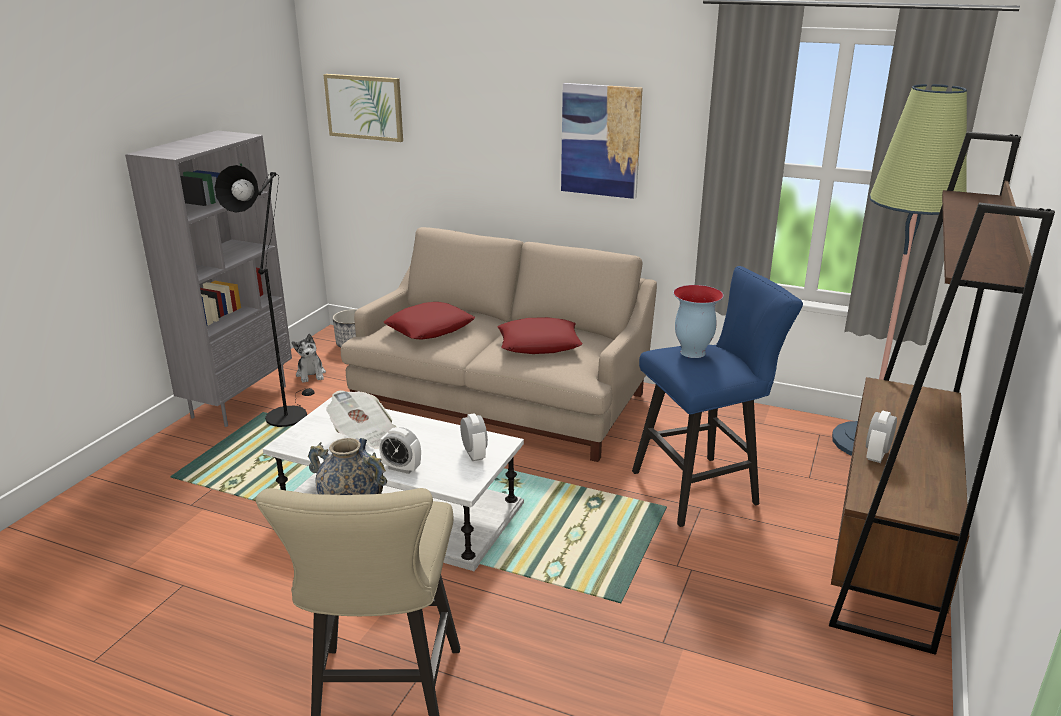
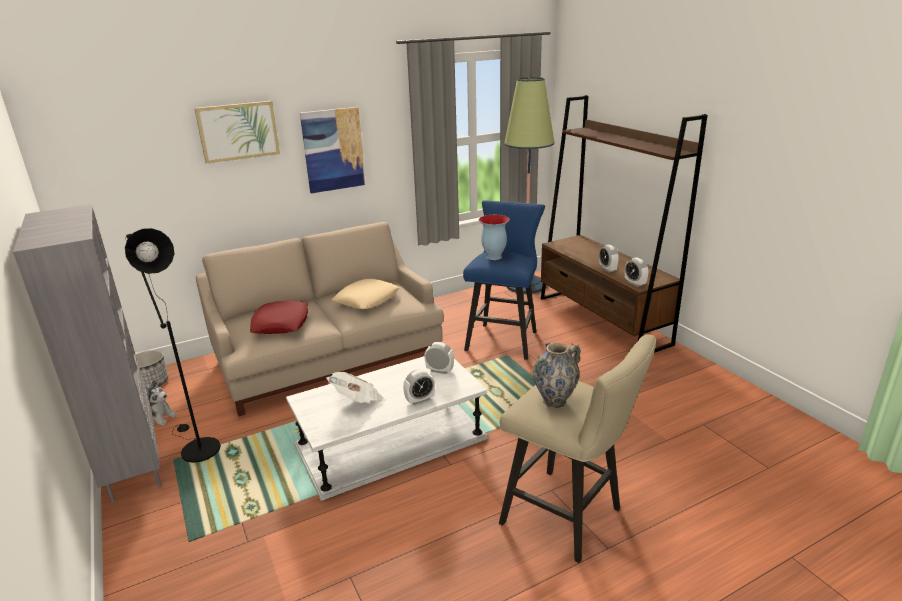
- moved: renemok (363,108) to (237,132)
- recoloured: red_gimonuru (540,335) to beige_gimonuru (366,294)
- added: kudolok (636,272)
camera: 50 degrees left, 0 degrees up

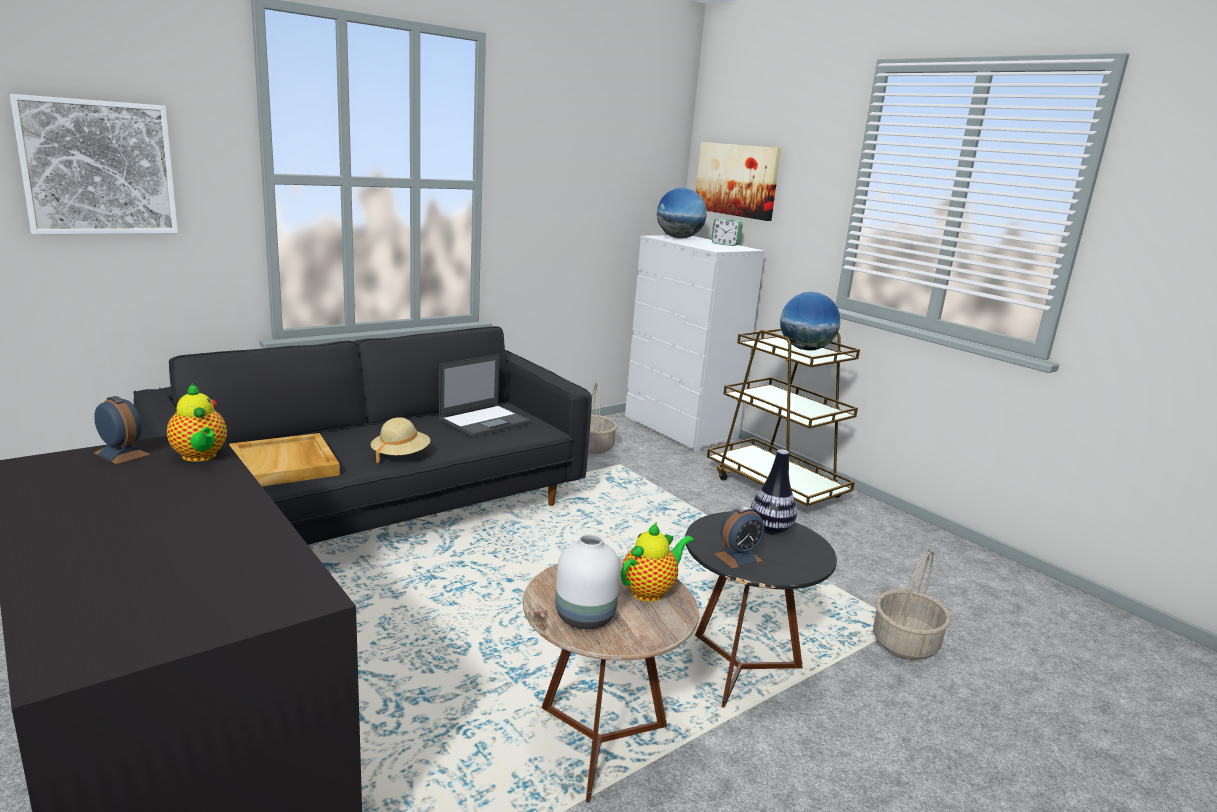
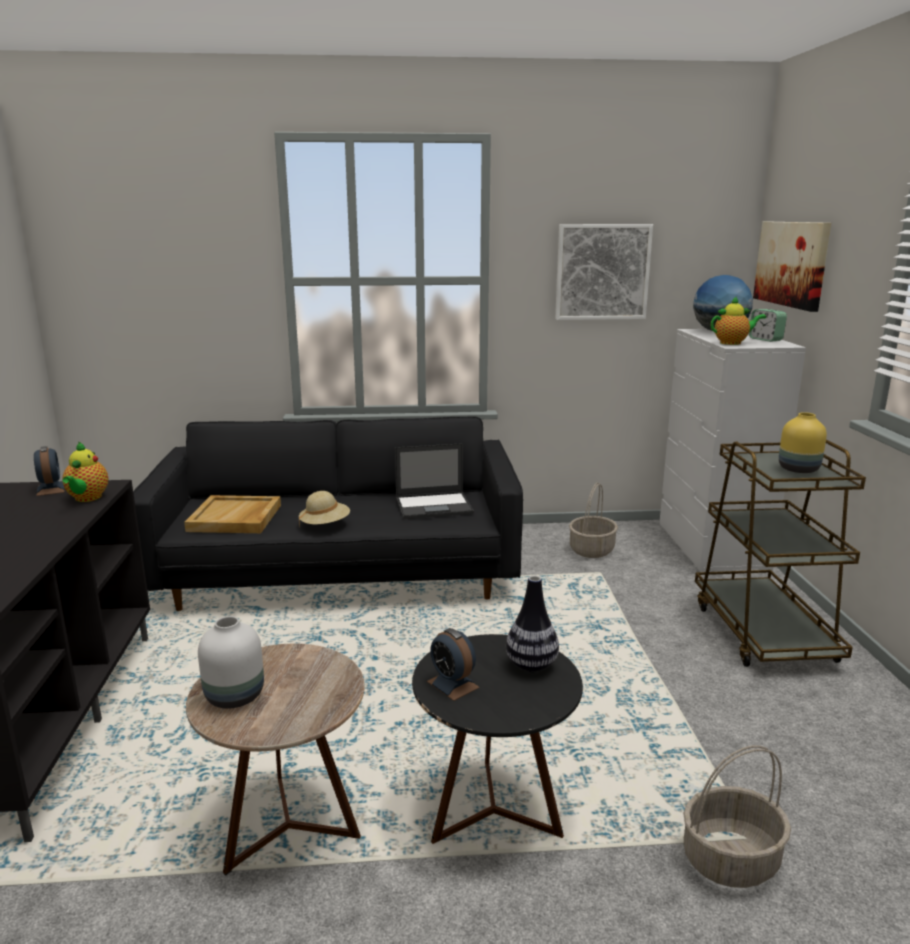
- turned: kudolok (739,538) = (453,664) 45 degrees clockwise
- moved: renemok (94,164) to (604,272)
- moved: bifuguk (657,562) to (738,320)
- replaced: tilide (810,321) to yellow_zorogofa (803,442)
camera: 35 degrees right, 0 degrees up

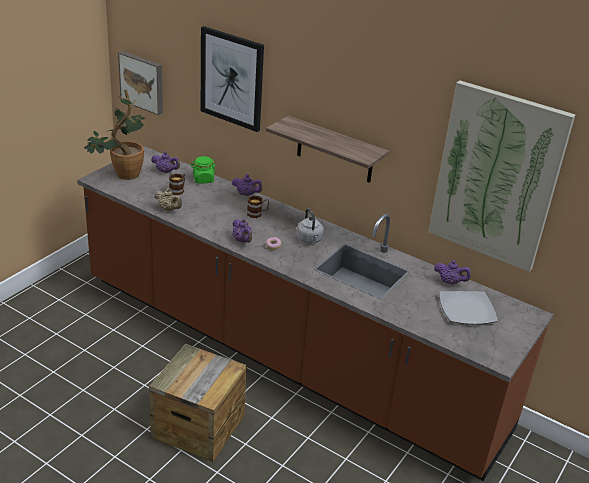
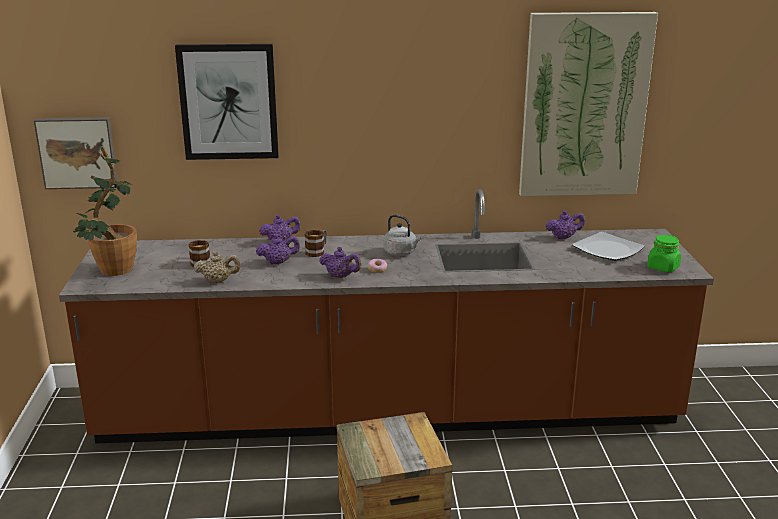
- moved: purple_bifuguk (165,162) to (278,249)
- moved: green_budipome (203,169) to (664,253)
- removed: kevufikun (327,149)
camera: 35 degrees left, 10 degrees down

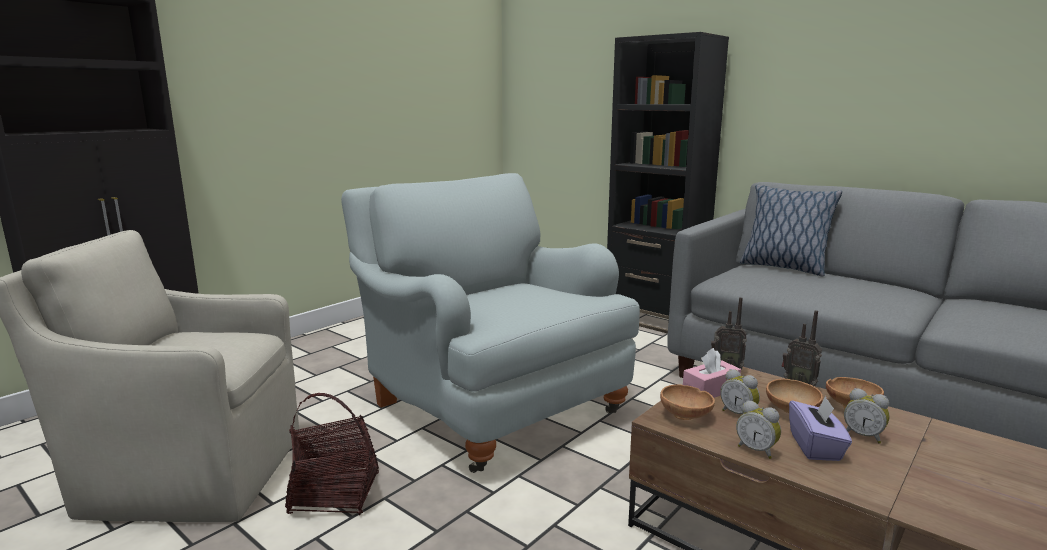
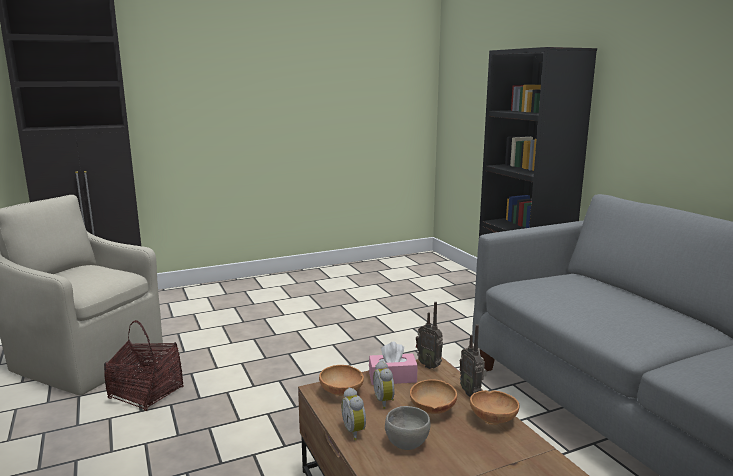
- replaced: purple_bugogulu (820,428) to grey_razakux (407,428)
- removed: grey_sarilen (490,323)
- removed: gimonuru (791,231)
- removed: kudolok (866,415)
camera: 25 degrees right, 0 degrees up

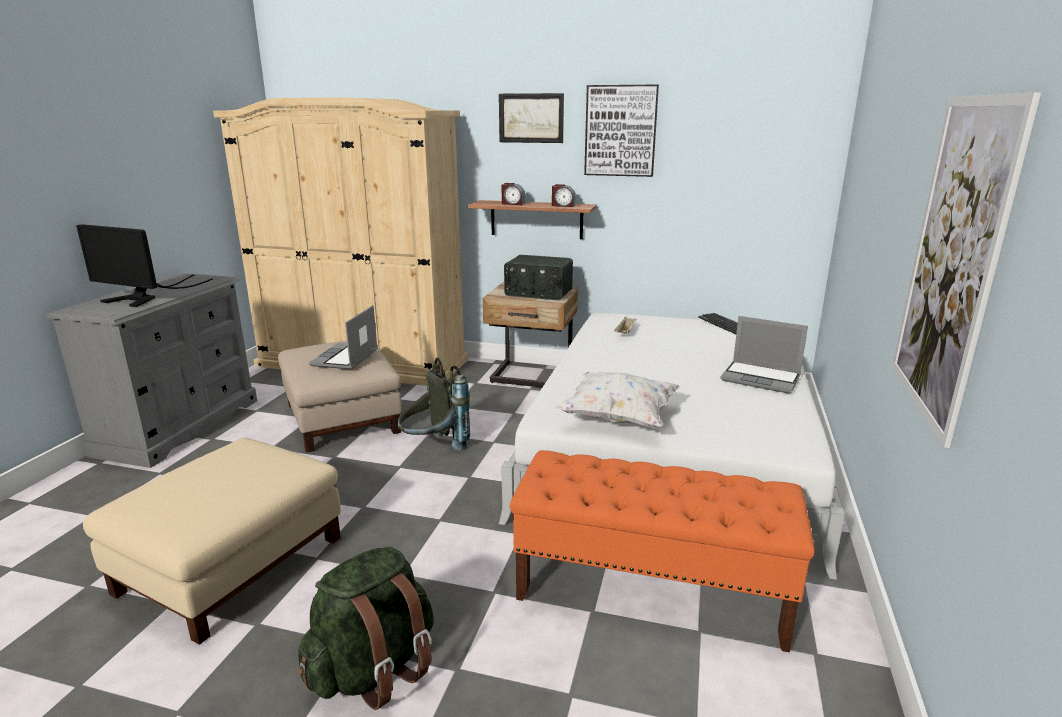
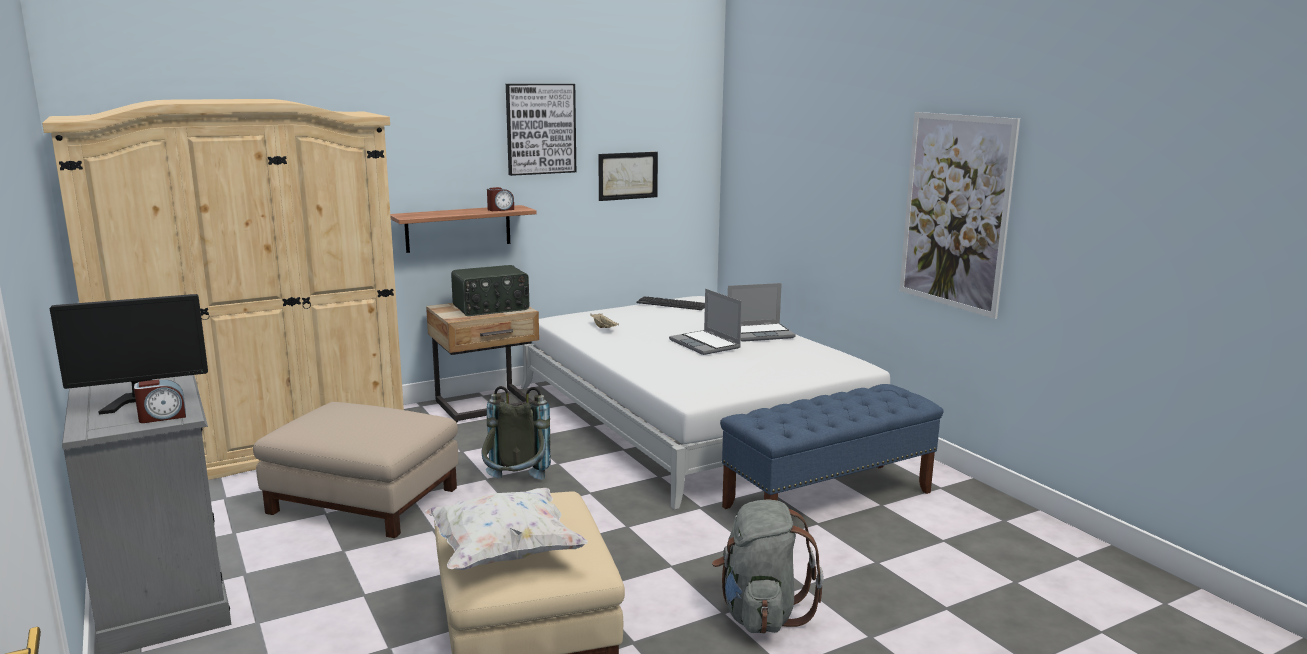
- moved: kudolok (513,194) to (160,401)
- moved: white_gimonuru (618,400) to (506,529)
- moved: renemok (531,118) to (628,176)
- moved: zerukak (343,337) to (705,322)
- recoloured: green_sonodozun (366,628) to grey_sonodozun (768,566)
- recoloured: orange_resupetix (662,551) to blue_resupetix (832,446)
camera: 45 degrees left, 5 degrees down

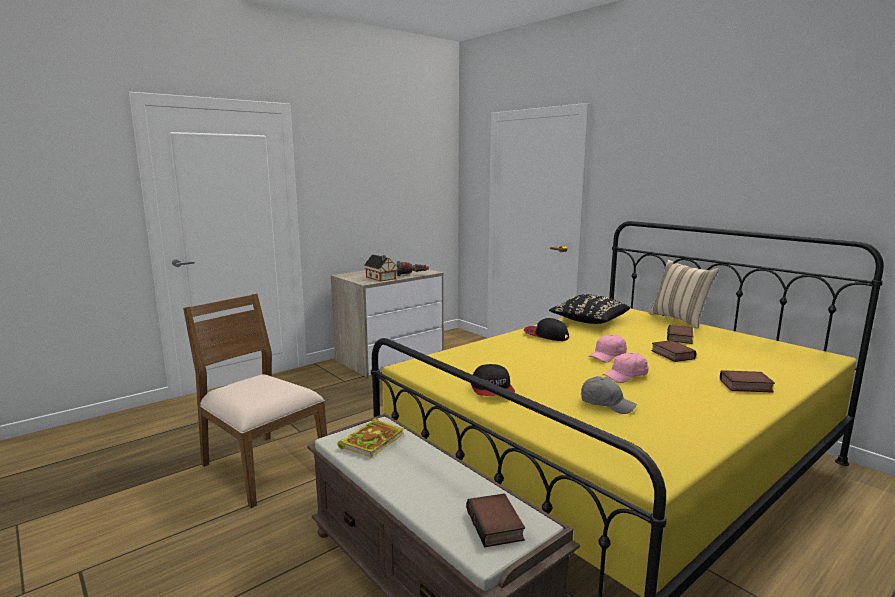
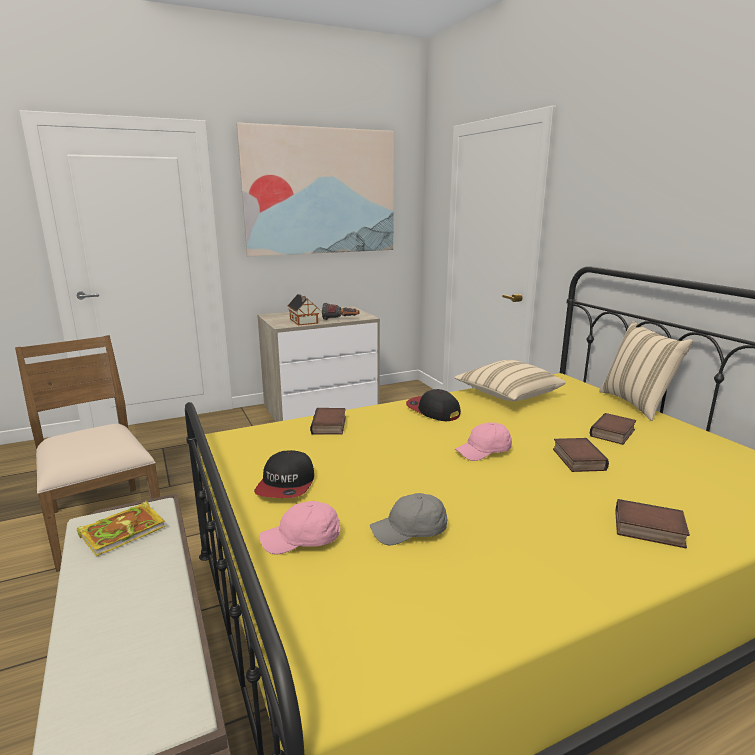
- added: renemok (315,189)
- moved: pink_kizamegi (625,367) to (300,528)
- moved: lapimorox (495,520) to (328,421)
- turned: grey_kizamegi (609,395) = (408,519) 120 degrees clockwise
- recoloured: black_gimonuru (589,309) to beige_gimonuru (510,380)
camera: 15 degrees right, 5 degrees up

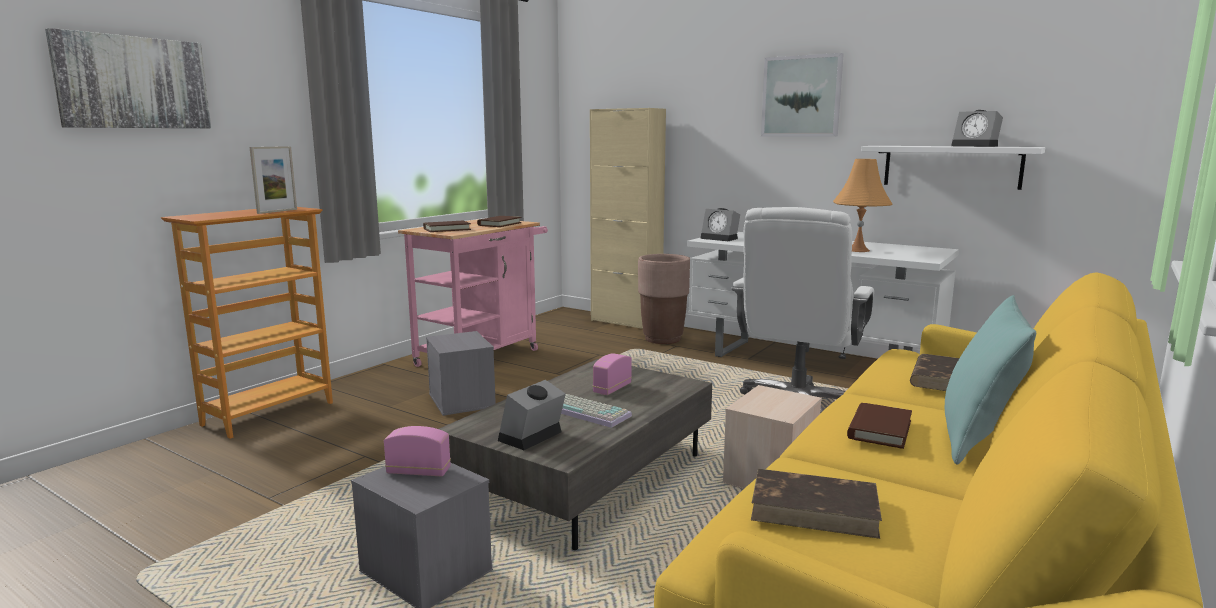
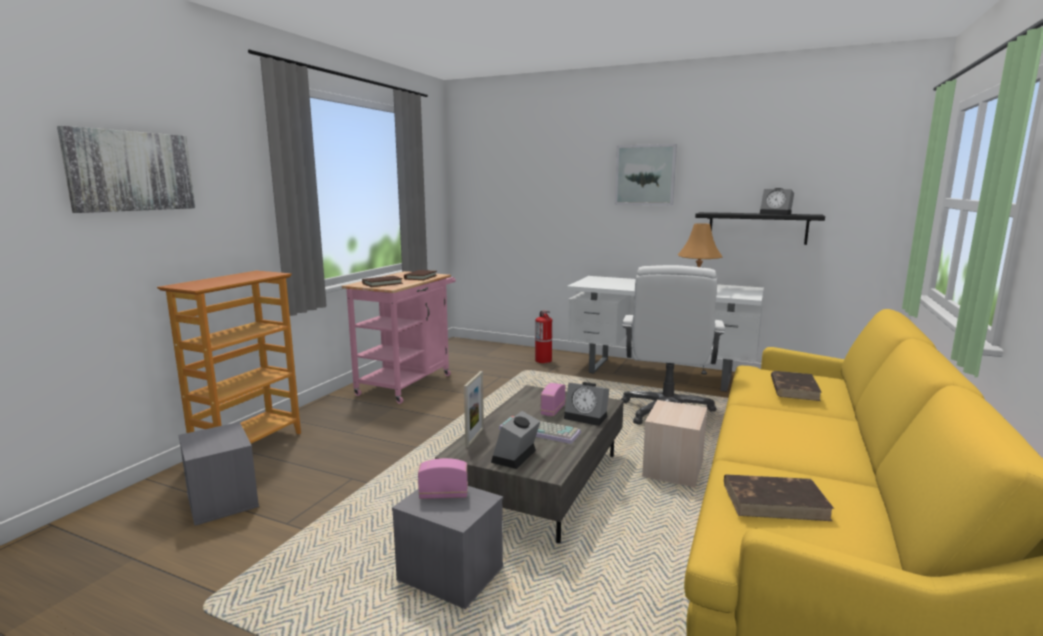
- moved: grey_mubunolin (461,373) to (218,474)
- moved: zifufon (273,180) to (474,409)
- replaced: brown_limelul (664,299) to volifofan (543,336)
- moved: kudolok (720,224) to (586,404)
- recoloured: white_kevufikun (953,168) to black_kevufikun (760,228)
- removed: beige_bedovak (628,218)
- removed: brown_lapimorox (879,426)
- removed: turquoise_gimonuru (990,380)
camera: 10 degrees left, 0 degrees up

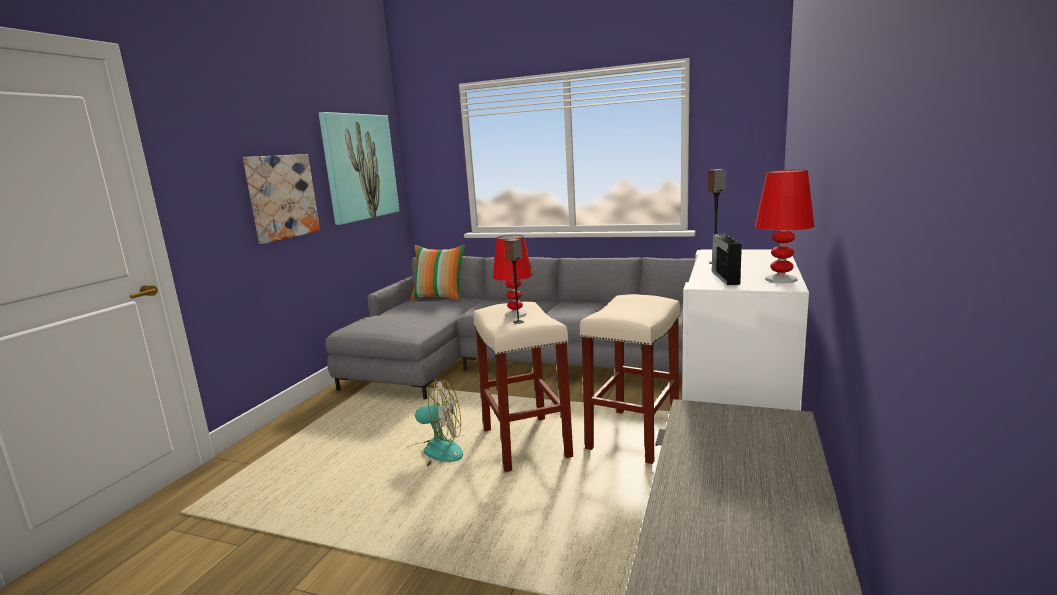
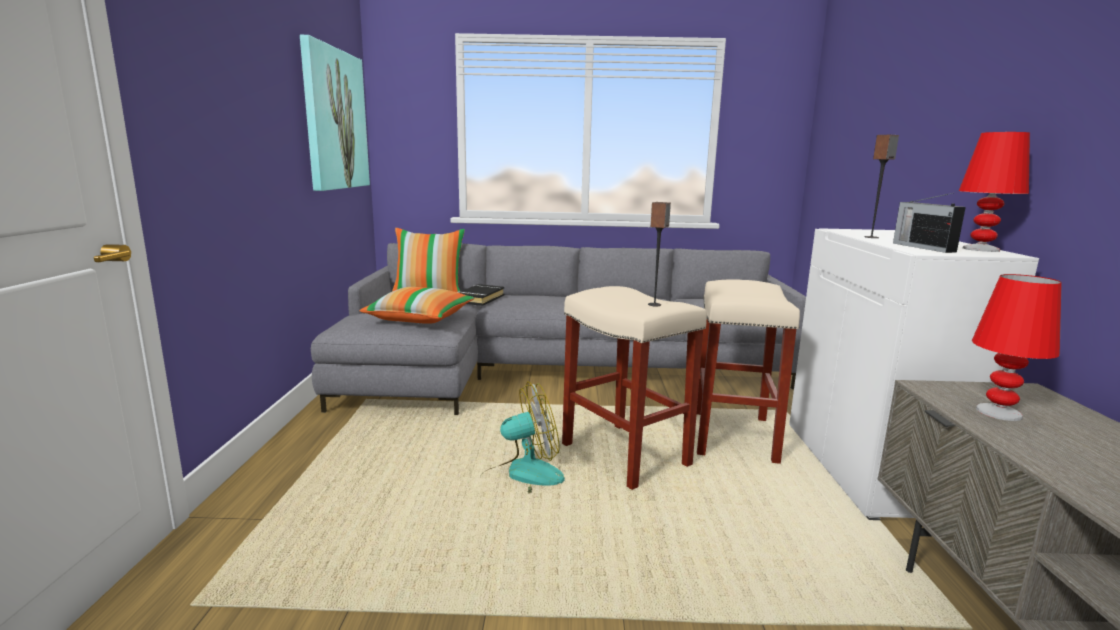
- added: gimonuru (417,305)
- added: black_lapimorox (481,295)
- moved: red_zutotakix (513,276) to (1017,347)
- removed: renemok (281,199)
camera: 20 degrees left, 0 degrees up

